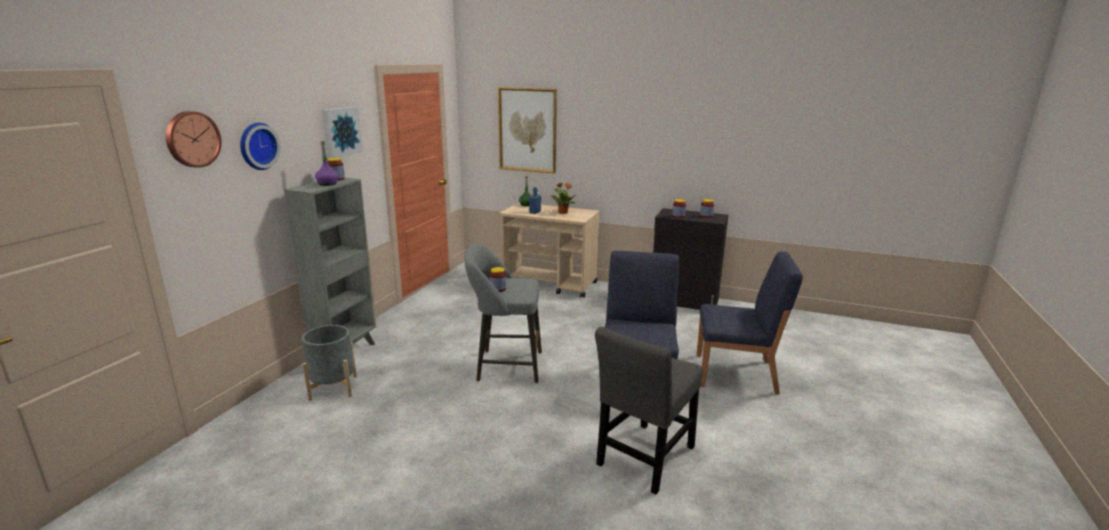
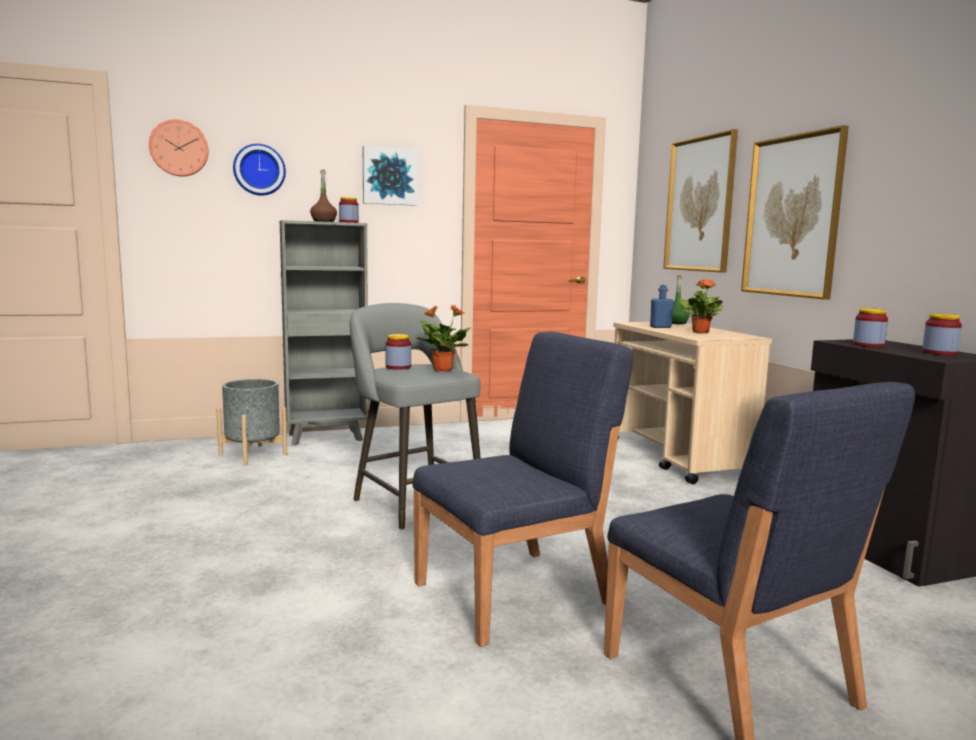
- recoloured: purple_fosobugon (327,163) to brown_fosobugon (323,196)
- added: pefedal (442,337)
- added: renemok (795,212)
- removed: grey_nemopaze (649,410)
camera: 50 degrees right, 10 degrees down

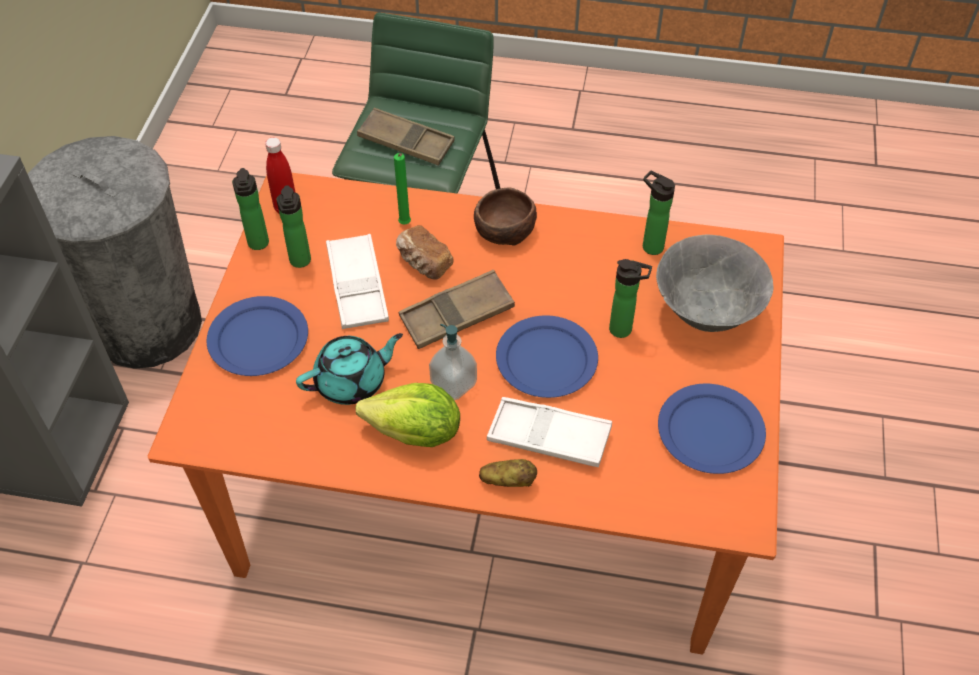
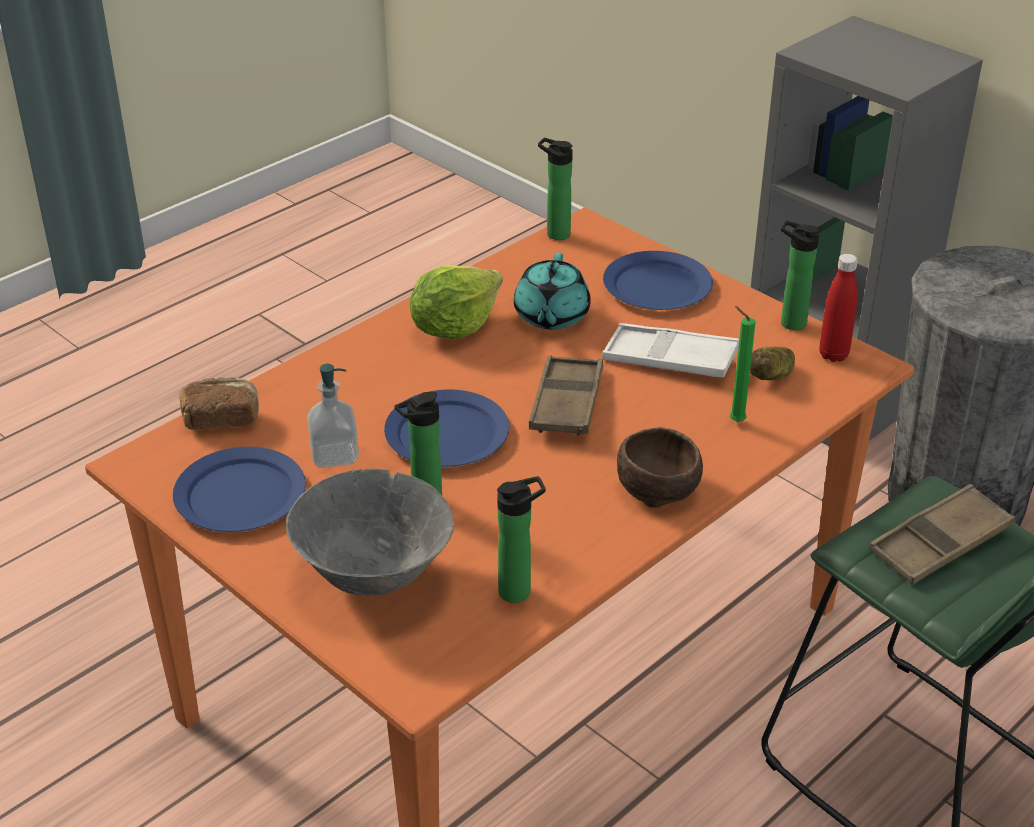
- moved: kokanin (425,252) to (219,403)
- moved: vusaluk (453,362) to (333,416)
- moved: fosobugon (294,226) to (555,189)
- moved: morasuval (508,473) to (772,363)
- removed: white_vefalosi (549,432)
camera: 125 degrees right, 15 degrees down

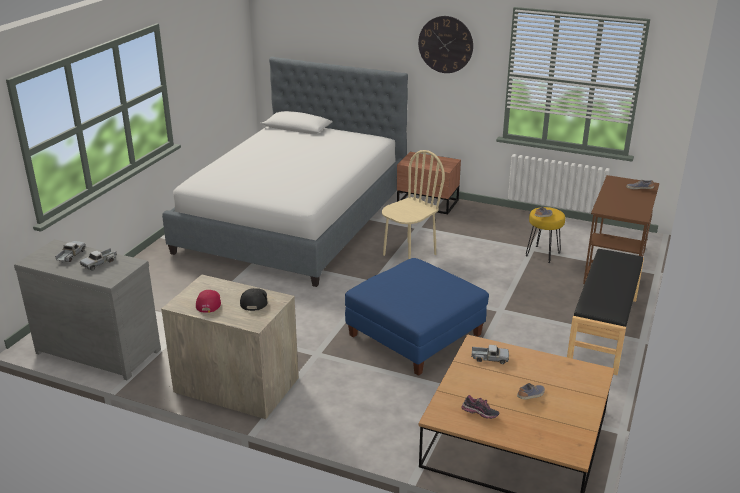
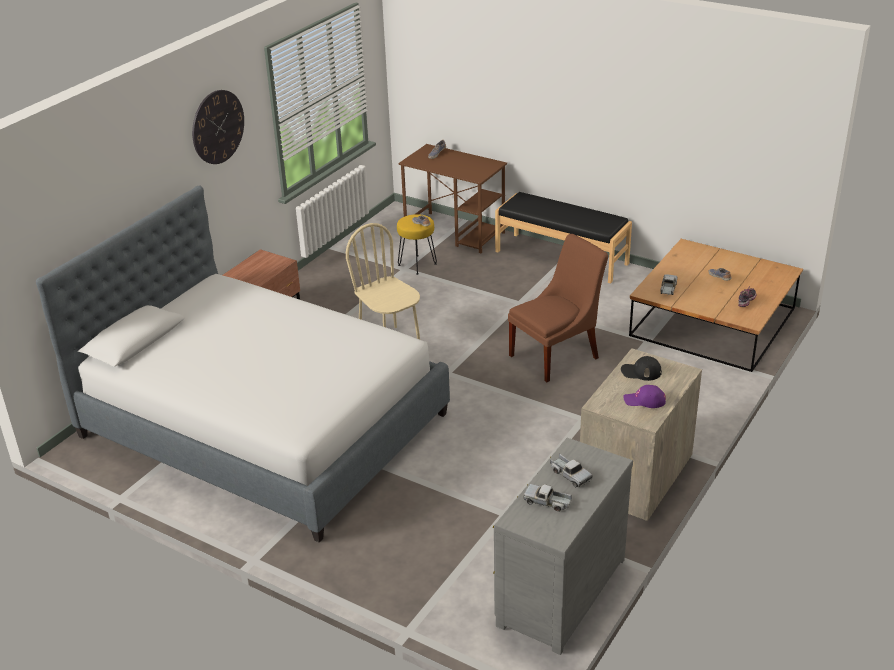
- replaced: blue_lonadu (417,317) to brown_nemopaze (558,308)
- recoloured: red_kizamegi (208,301) to purple_kizamegi (644,396)
camera: 80 degrees left, 5 degrees up

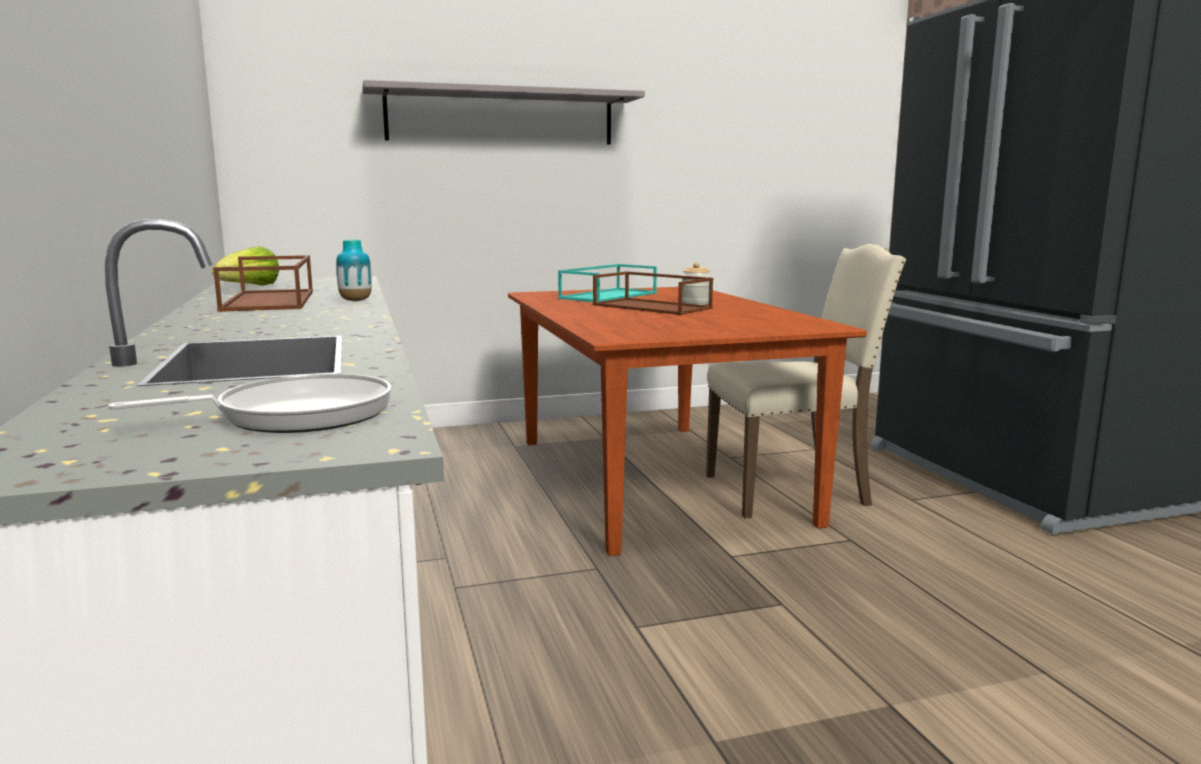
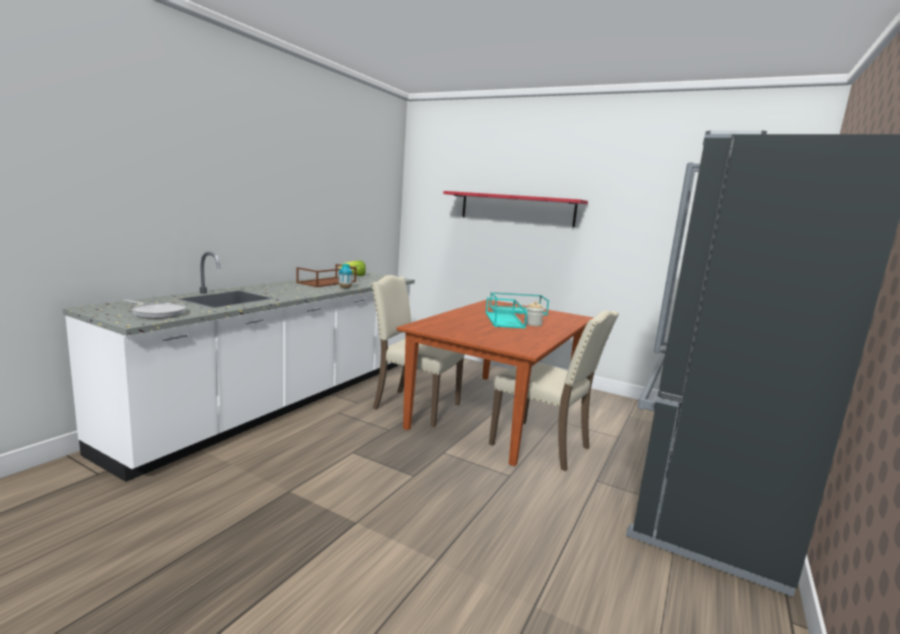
- added: beige_nemopaze (418,351)
- recoloured: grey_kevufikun (503,112) to red_kevufikun (515,209)
- recoloured: brown_vefalosi (653,293) to turquoise_vefalosi (507,313)
camera: 45 degrees right, 0 degrees up

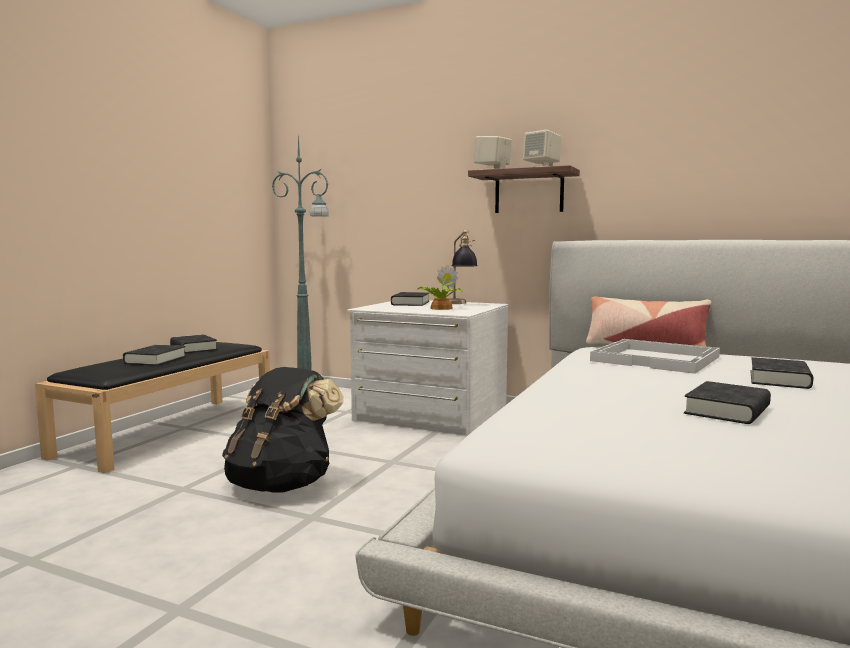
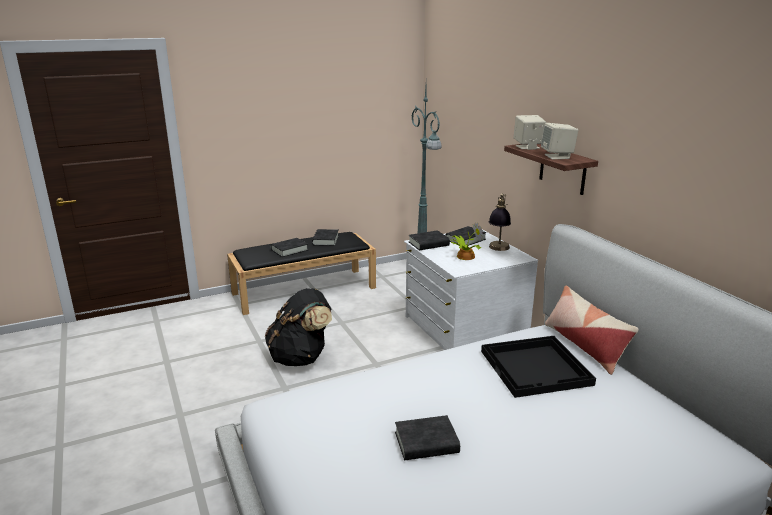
- moved: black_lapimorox (782,373) to (429,240)
- recoloured: white_vefalosi (655,356) to black_vefalosi (538,367)
camera: 40 degrees right, 15 degrees up

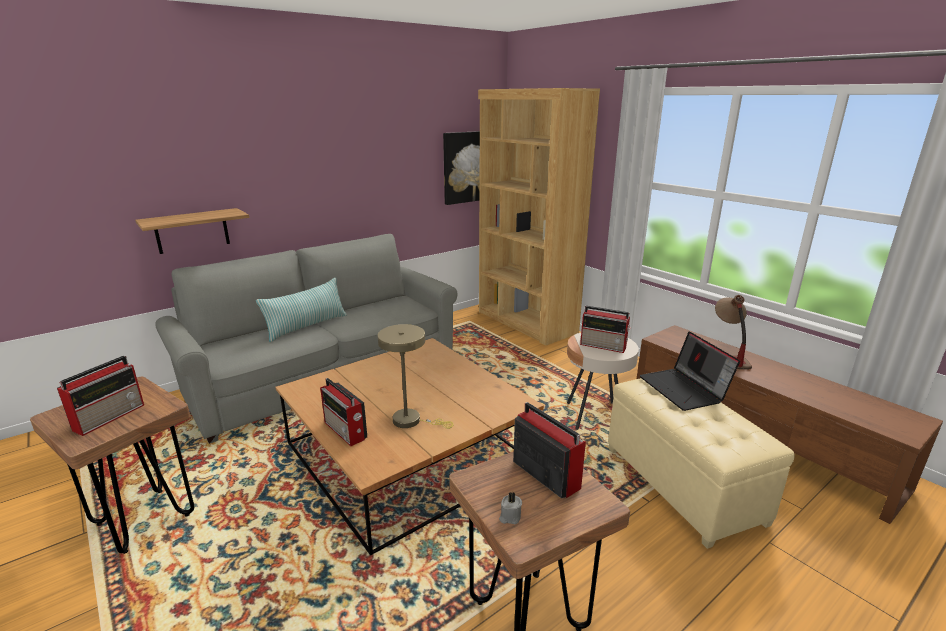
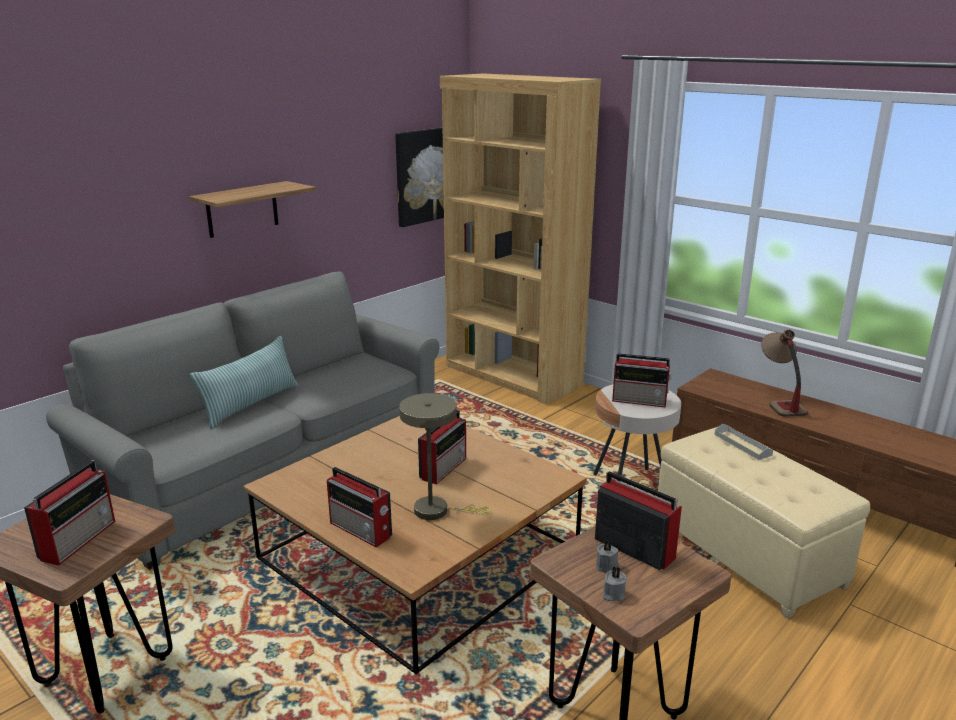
- moved: kevufikun (192,231) to (252,209)
- added: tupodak (442,447)
- added: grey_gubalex (607,556)
- replaced: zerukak (690,371) to grey_vefalosi (744,442)
camera: 10 degrees left, 0 degrees up

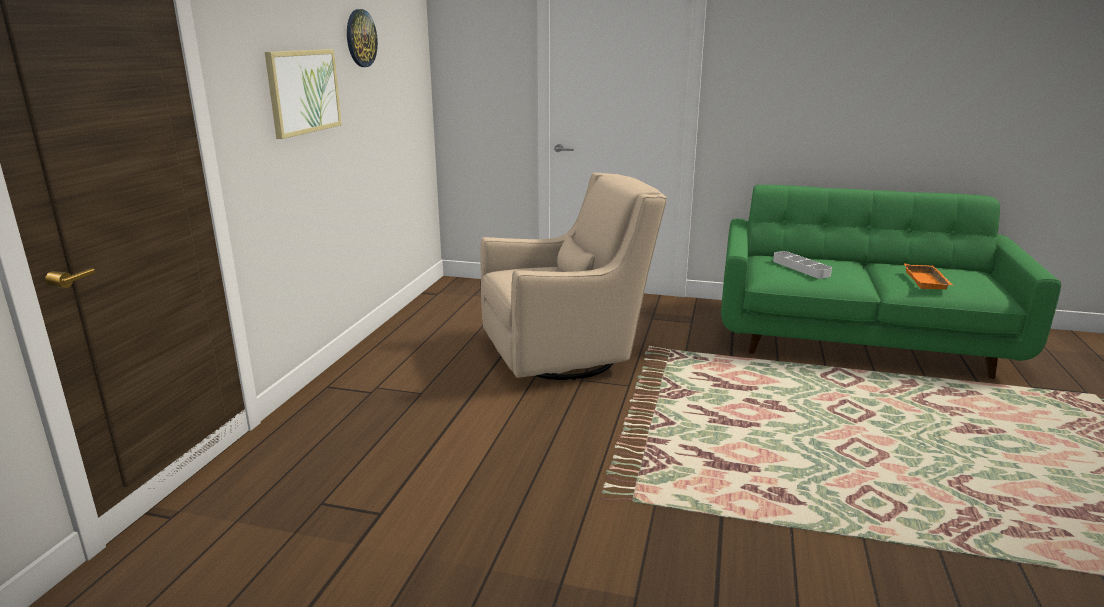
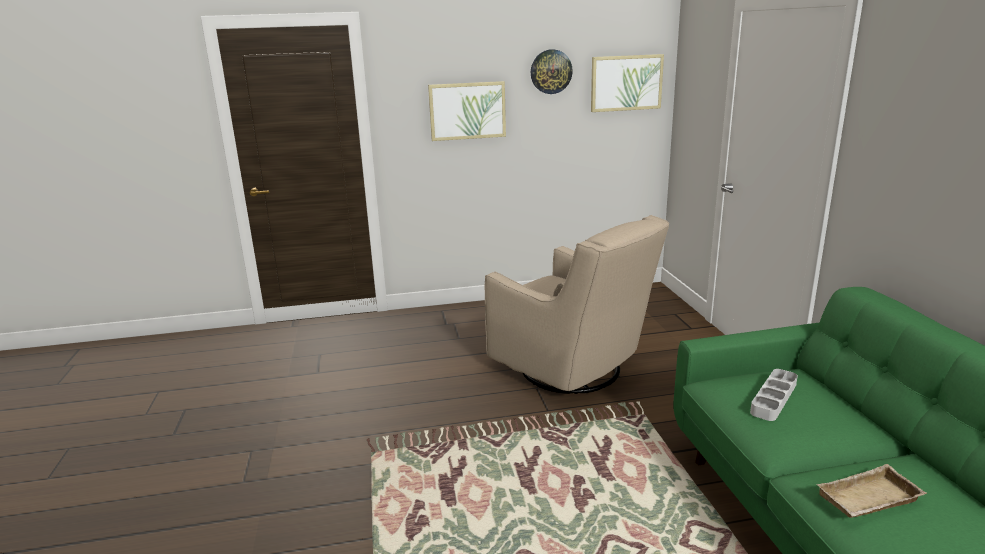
- added: renemok (627,83)
- recoloured: orange_vefalosi (928,276) to beige_vefalosi (871,491)
camera: 65 degrees right, 0 degrees up

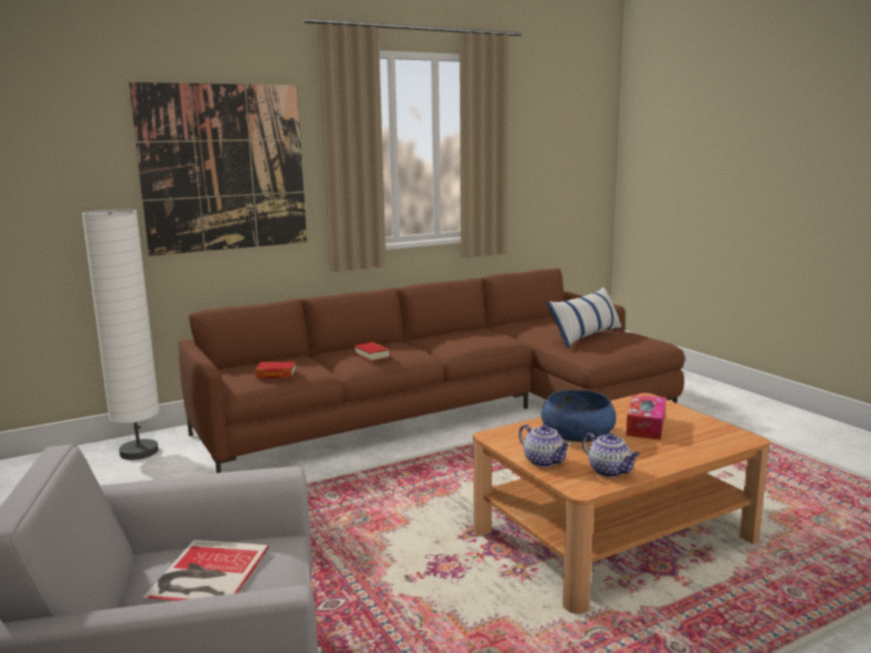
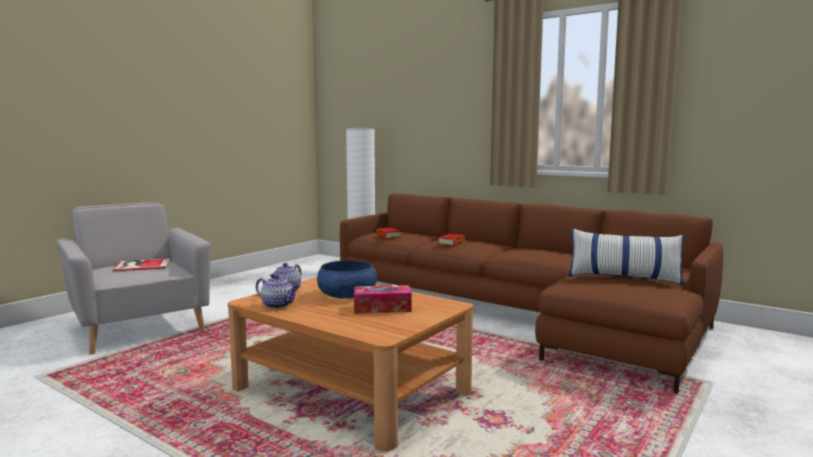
- turned: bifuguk (611,455) = (277,291) 90 degrees counterclockwise
- removed: renemok (218,169)
camera: 65 degrees right, 5 degrees down

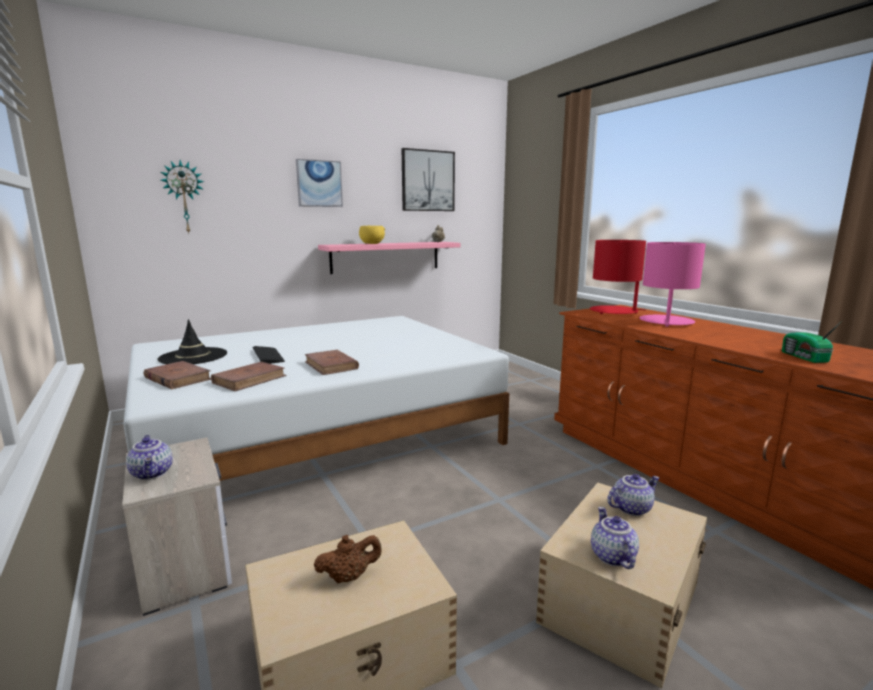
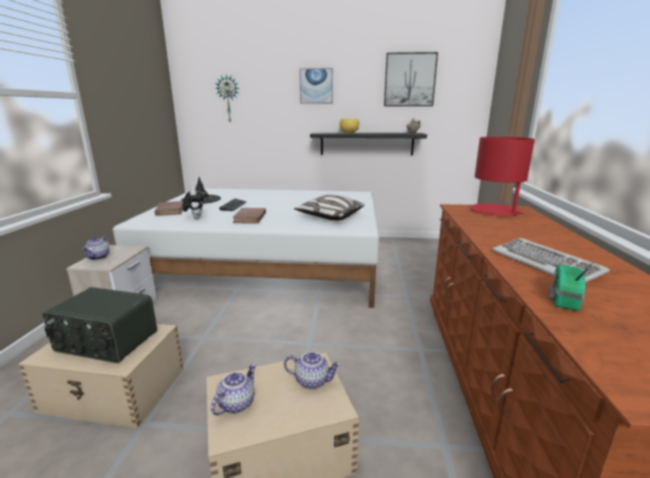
- replaced: brown_bifuguk (348,559) to tupodak (99,325)
- replaced: brown_lapimorox (249,376) to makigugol (193,203)
- added: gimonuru (329,207)
- recoloured: pink_kevufikun (389,258) to black_kevufikun (368,144)
- added: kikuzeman (551,260)
- removed: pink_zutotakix (672,284)
camera: 35 degrees right, 5 degrees up

